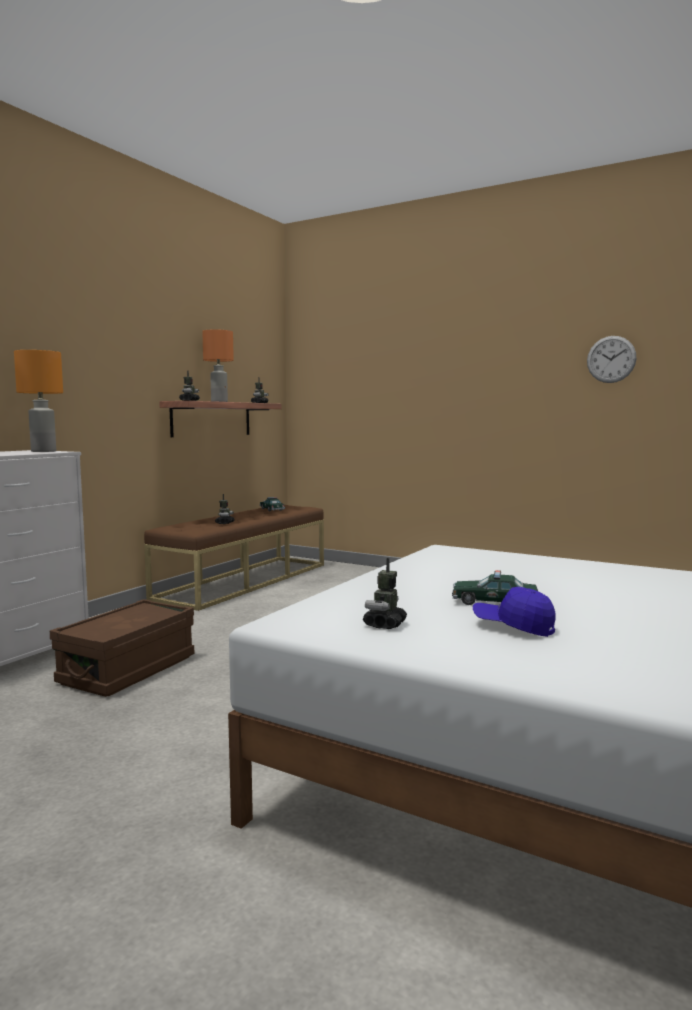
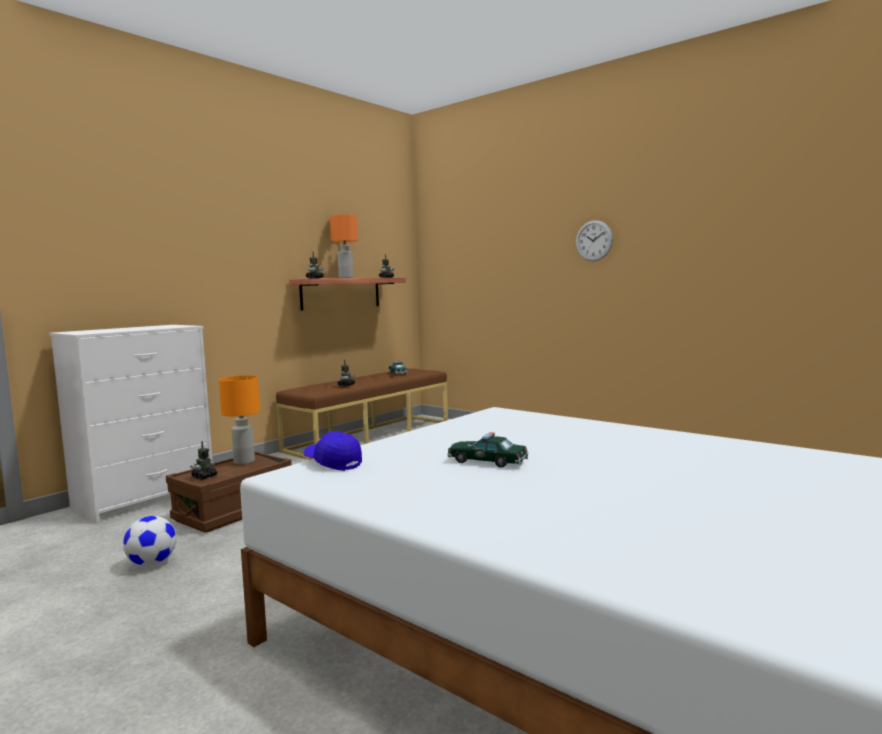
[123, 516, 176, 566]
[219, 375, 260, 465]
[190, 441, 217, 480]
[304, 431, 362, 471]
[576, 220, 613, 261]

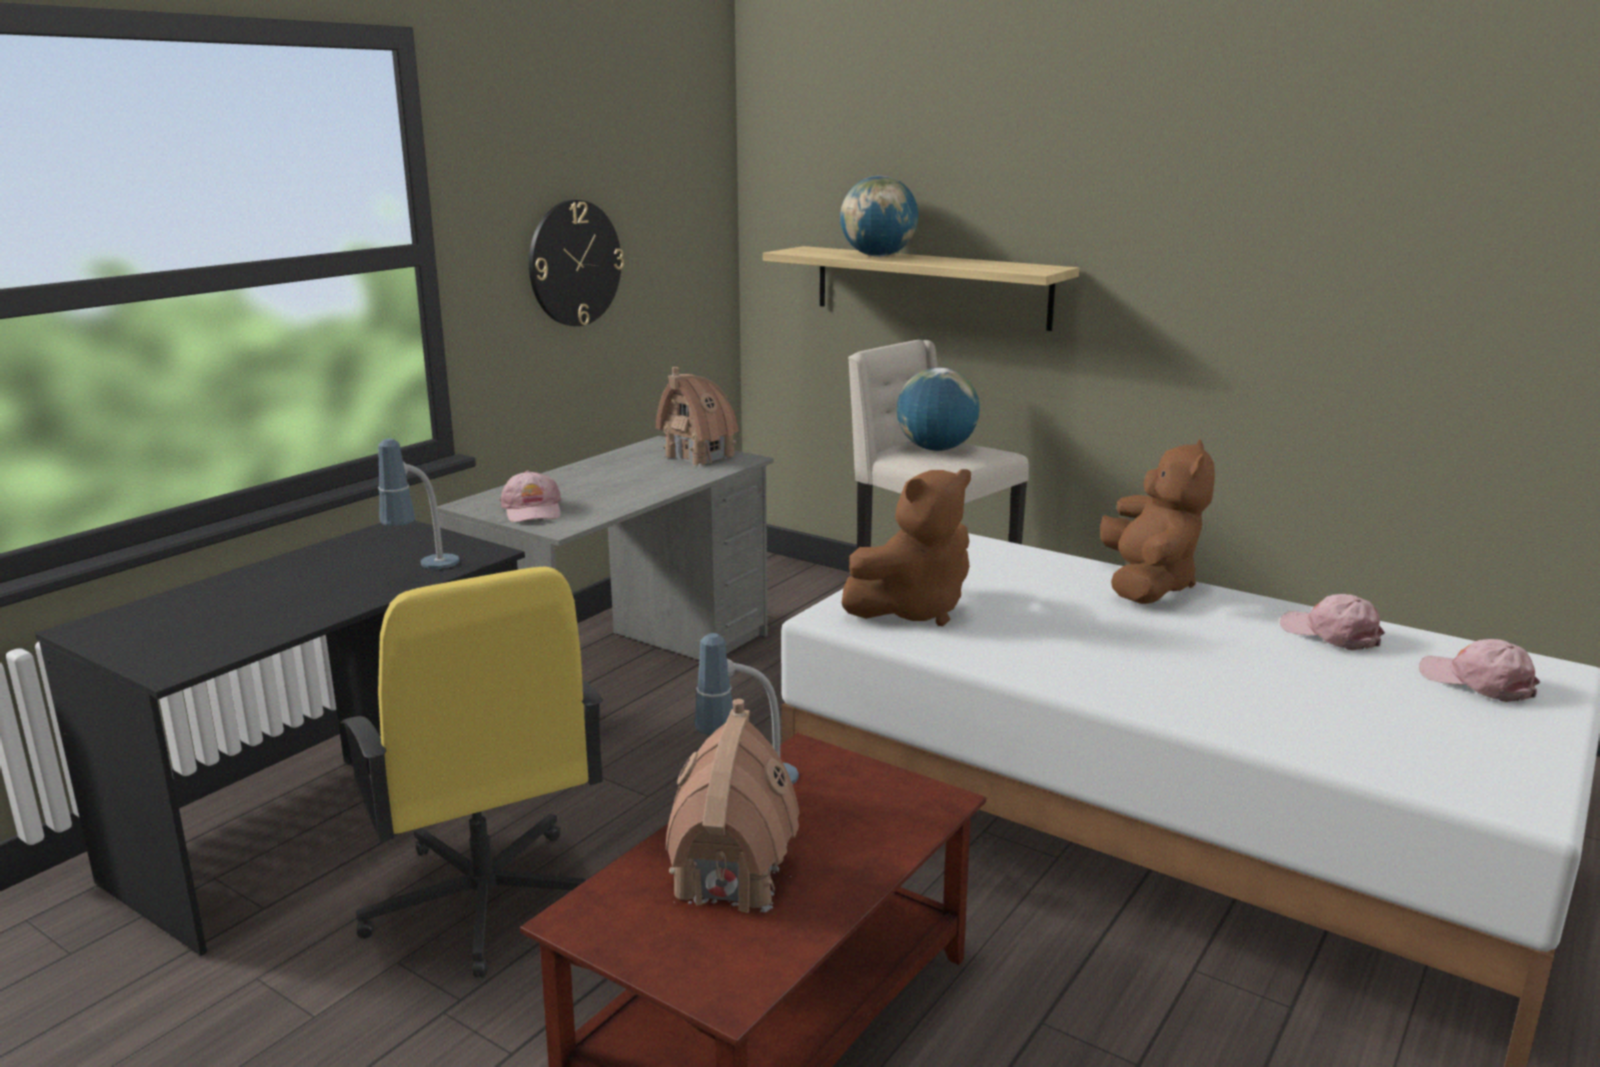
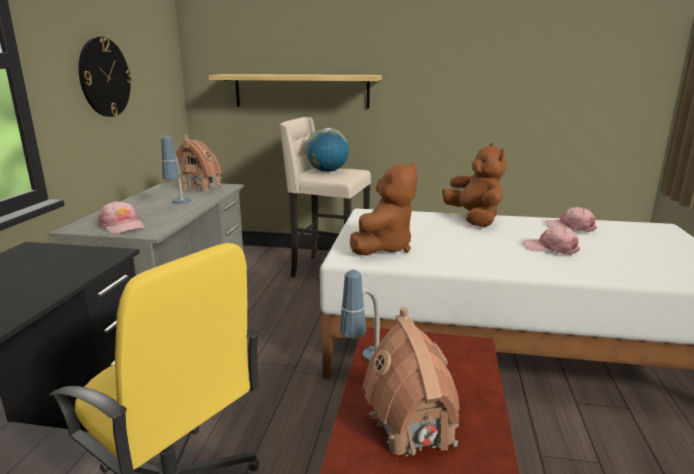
[840, 176, 918, 257] (first image)
[161, 135, 191, 204]
[523, 226, 580, 255]

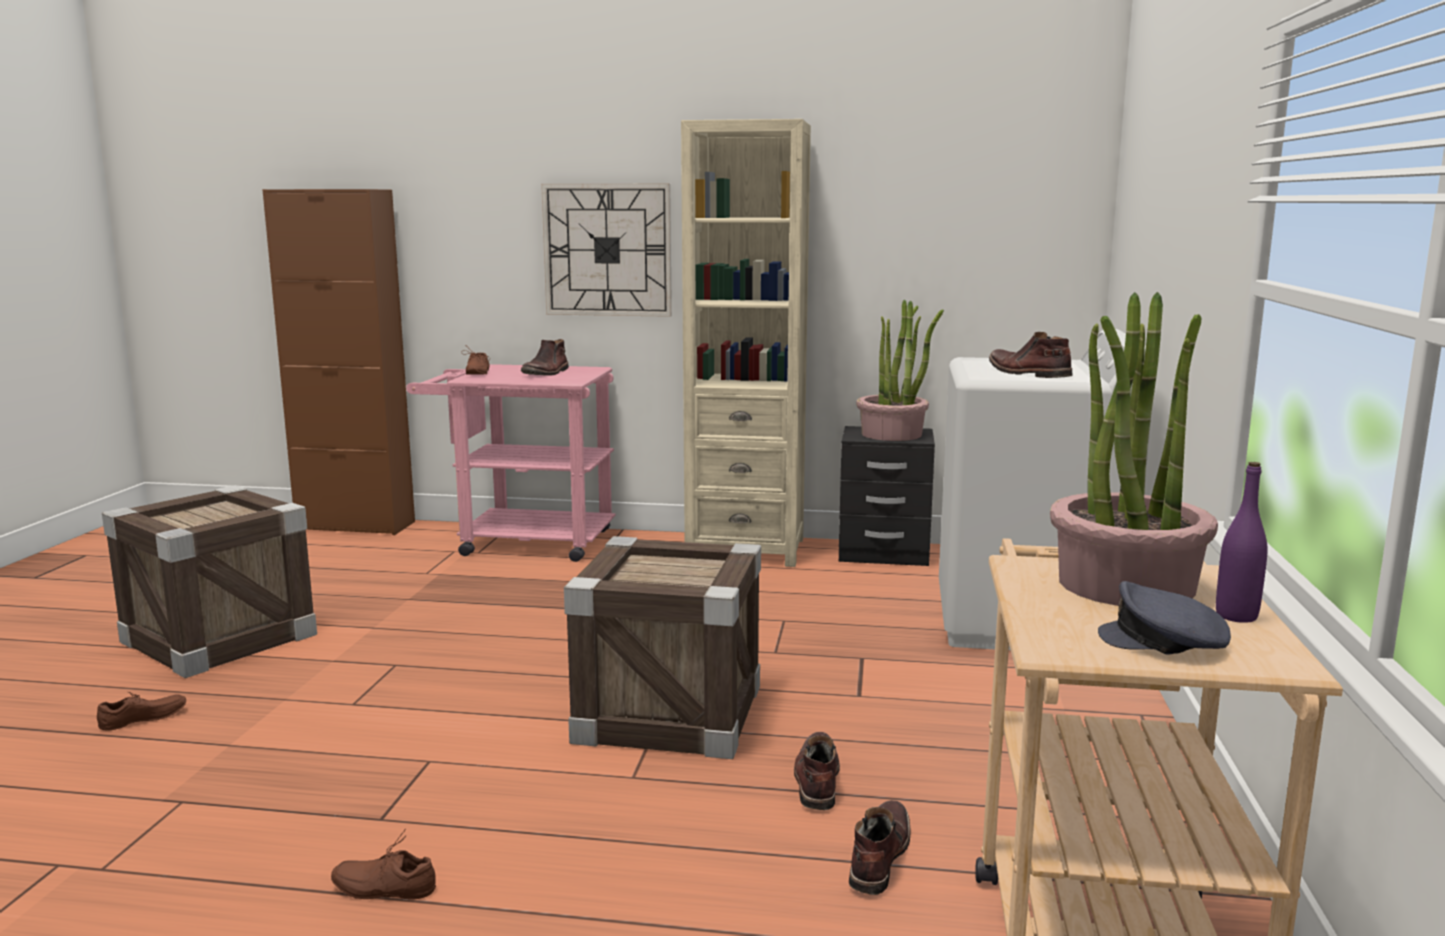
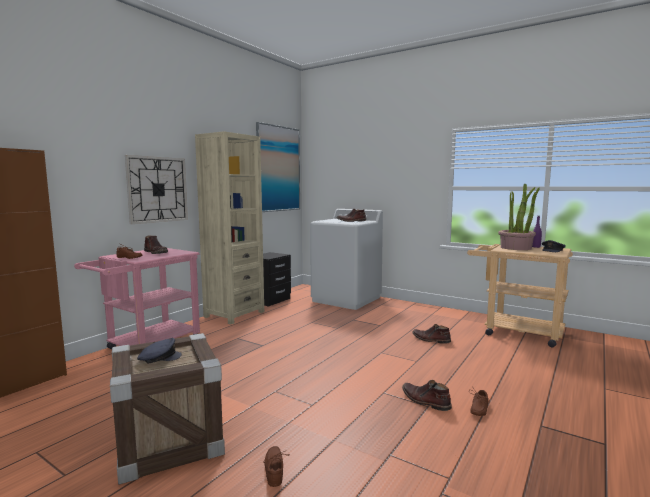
[564, 536, 761, 759] (first image)
[856, 300, 944, 441] (first image)
[137, 338, 182, 363]
[256, 122, 300, 212]
[402, 380, 452, 411]

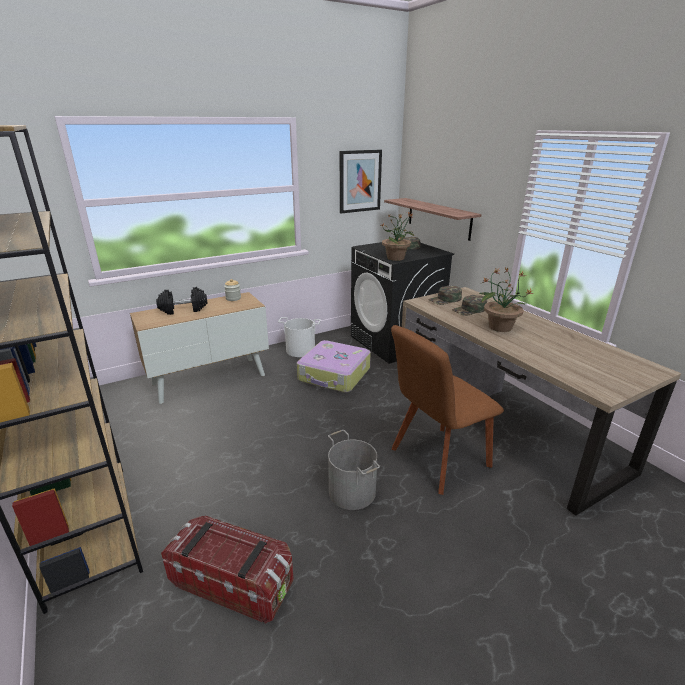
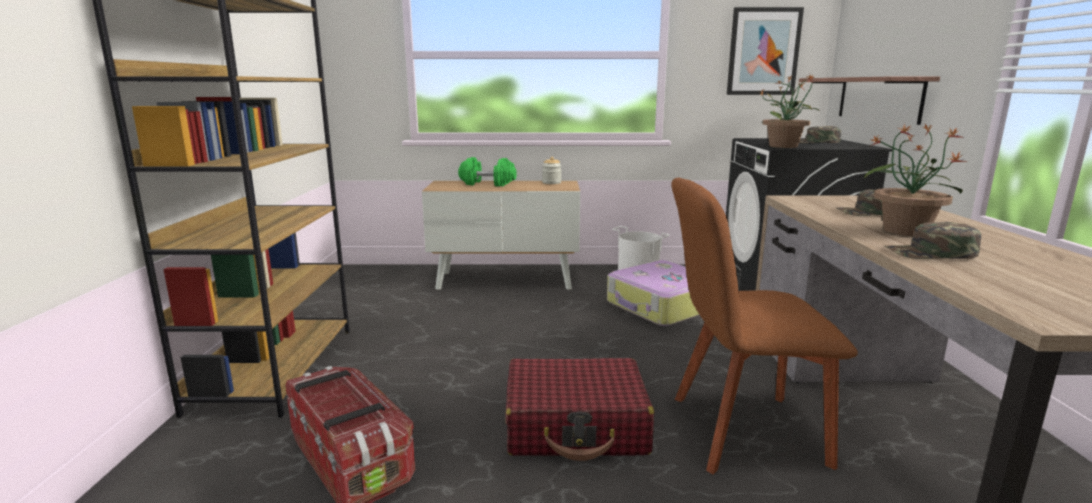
[884, 222, 981, 259]
[505, 358, 654, 461]
[458, 157, 517, 186]

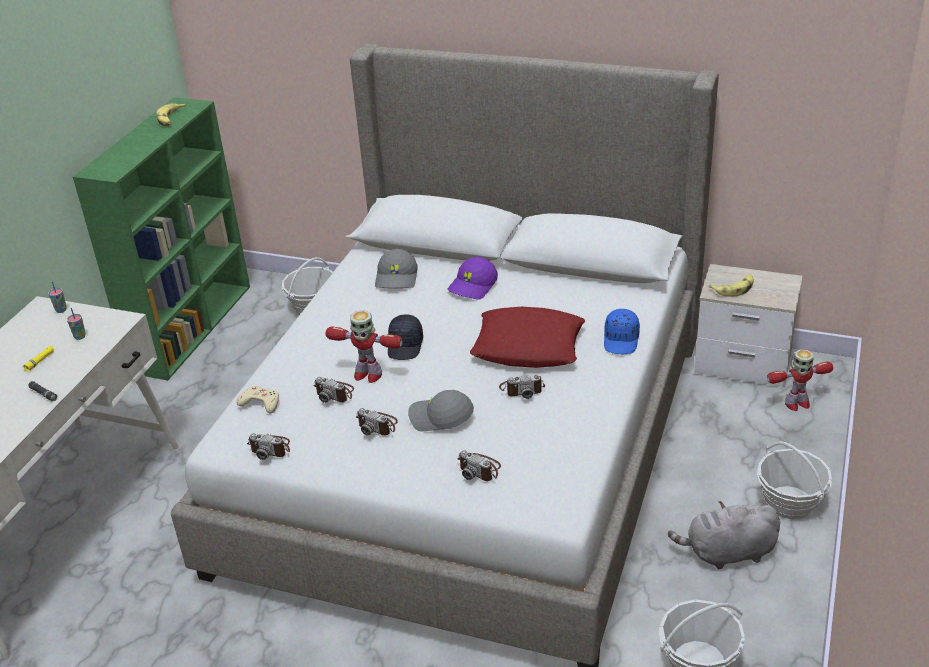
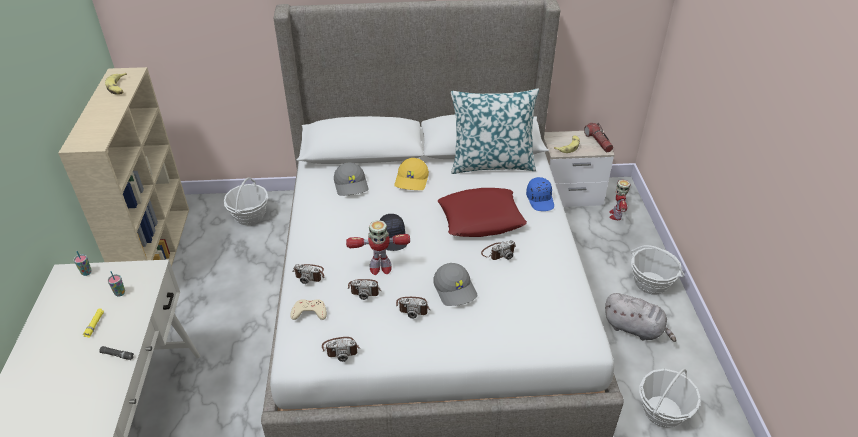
[451, 88, 539, 174]
[584, 123, 613, 153]
[293, 264, 324, 284]
[58, 67, 189, 267]
[394, 158, 429, 190]
[433, 263, 478, 306]
[605, 293, 676, 342]
[609, 180, 630, 220]

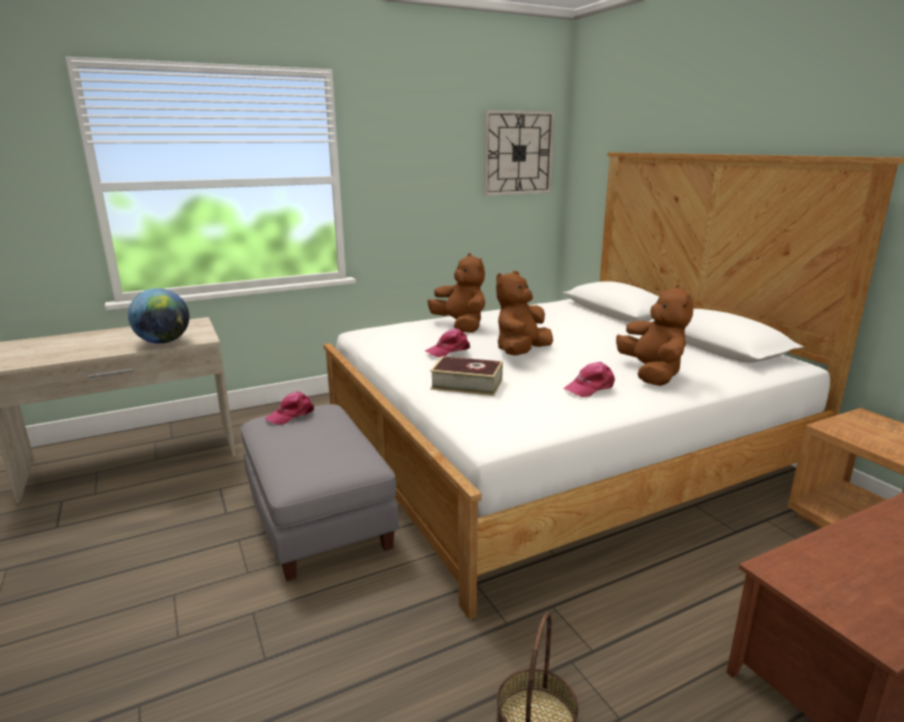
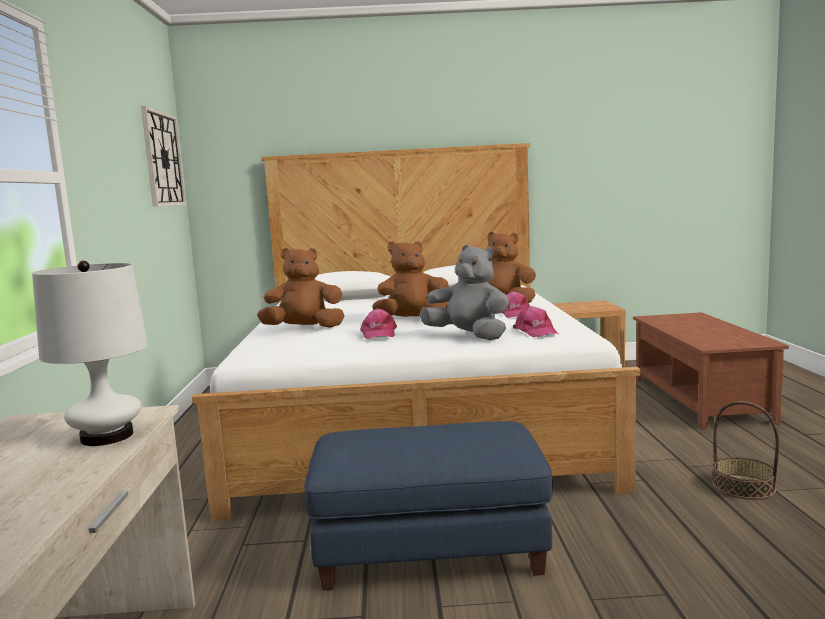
[513, 306, 558, 337]
[32, 261, 148, 446]
[419, 245, 509, 340]
[304, 421, 553, 590]
[372, 241, 449, 317]

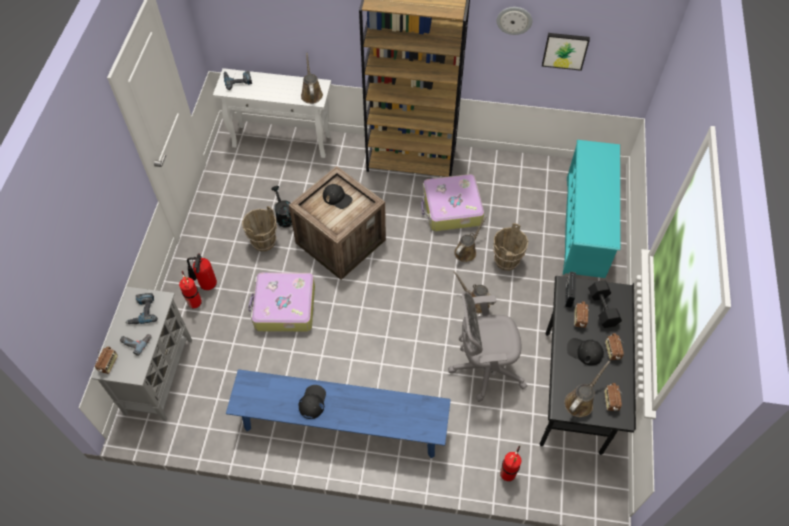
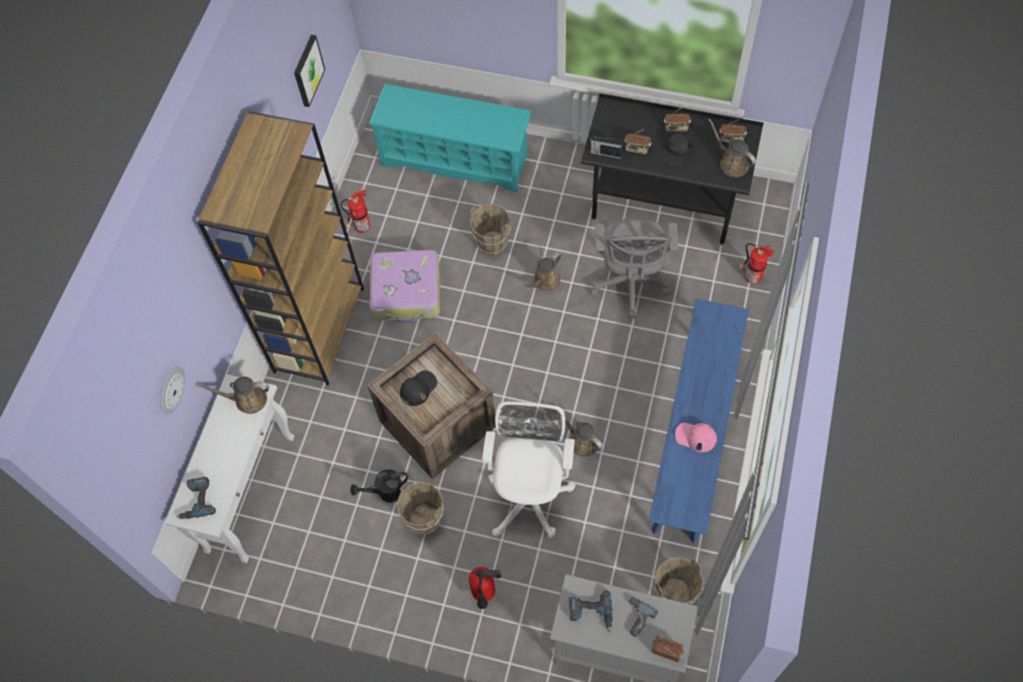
[588, 281, 622, 328] (first image)
[655, 557, 704, 605]
[340, 189, 370, 233]
[554, 402, 603, 457]
[161, 366, 185, 415]
[482, 401, 575, 538]
[675, 423, 717, 452]

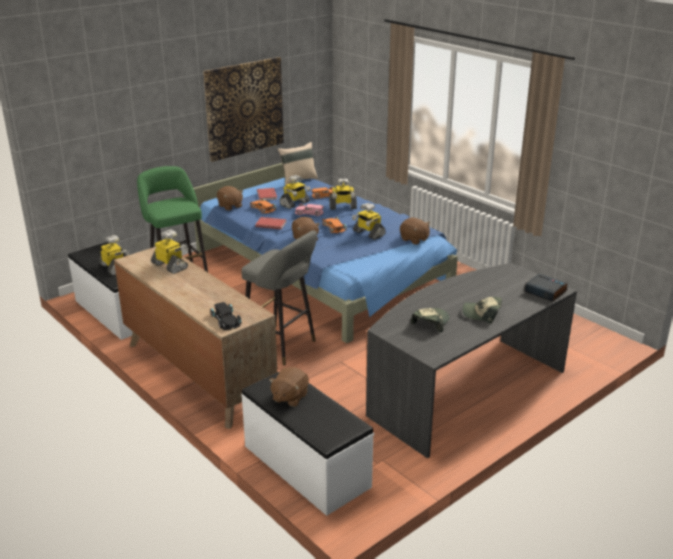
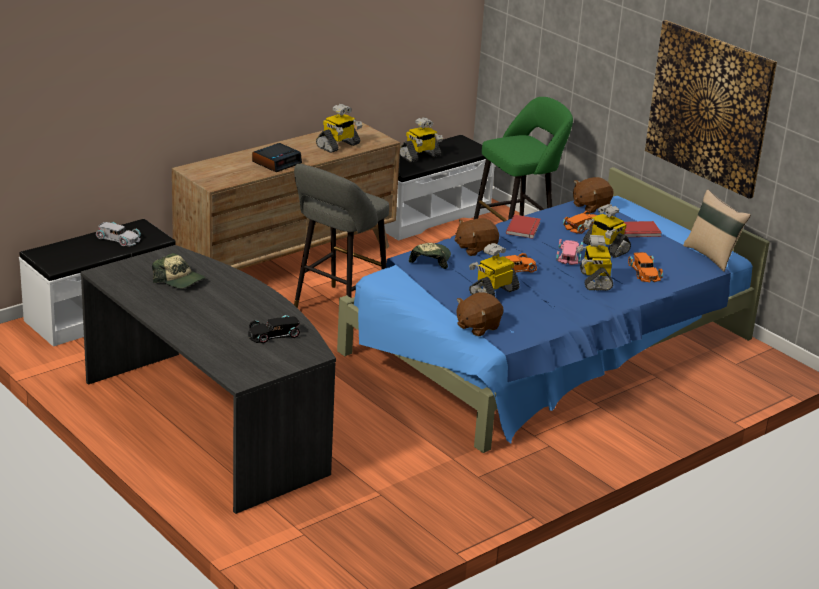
[248, 315, 300, 343]
[409, 243, 451, 269]
[252, 143, 302, 172]
[96, 222, 141, 247]

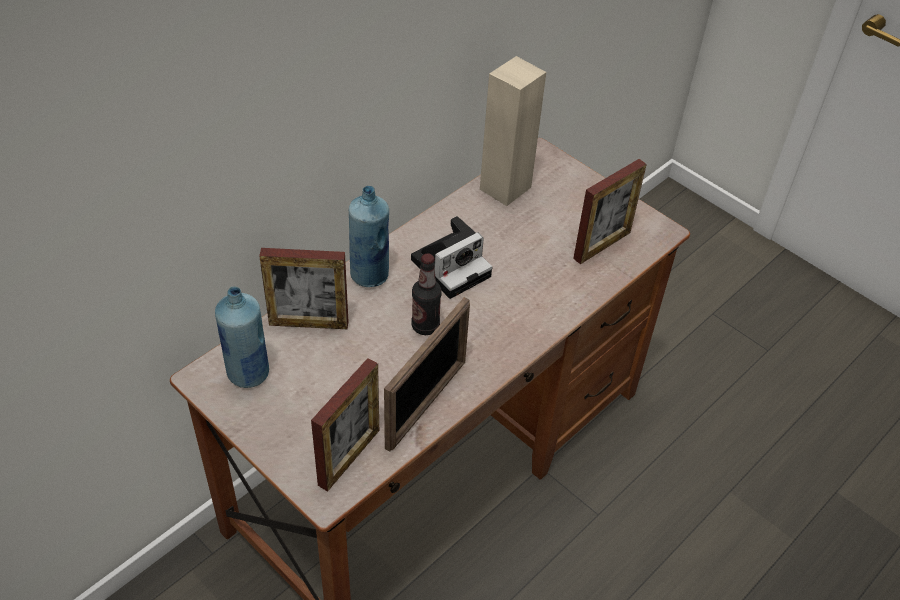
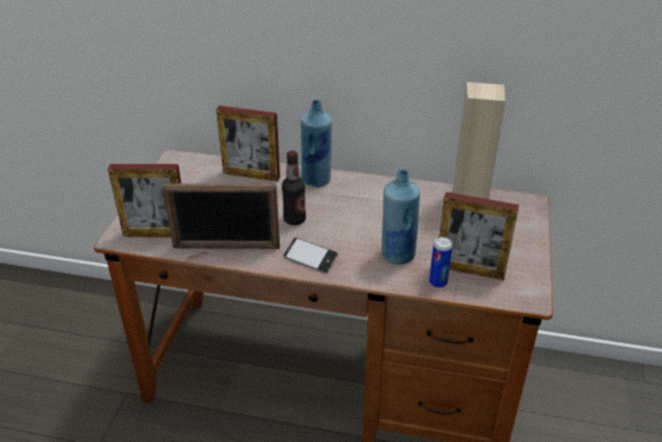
[411, 216, 492, 299] (first image)
[283, 237, 338, 273]
[429, 237, 453, 288]
[382, 169, 420, 264]
[216, 106, 280, 182]

